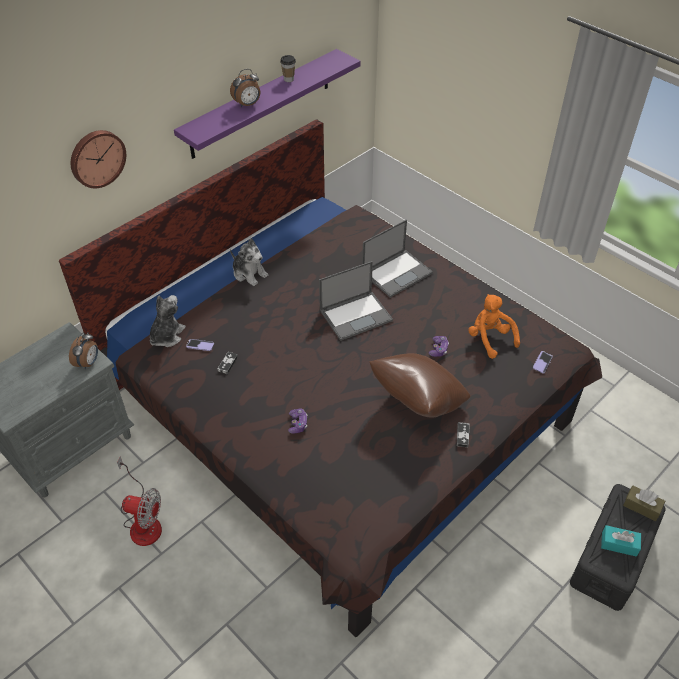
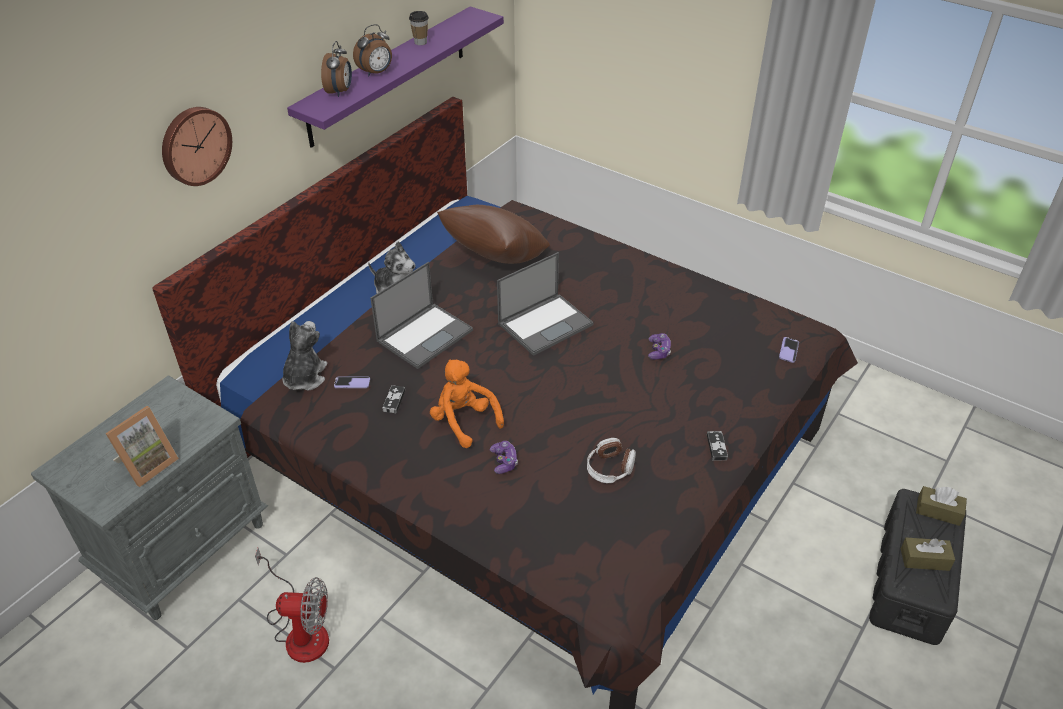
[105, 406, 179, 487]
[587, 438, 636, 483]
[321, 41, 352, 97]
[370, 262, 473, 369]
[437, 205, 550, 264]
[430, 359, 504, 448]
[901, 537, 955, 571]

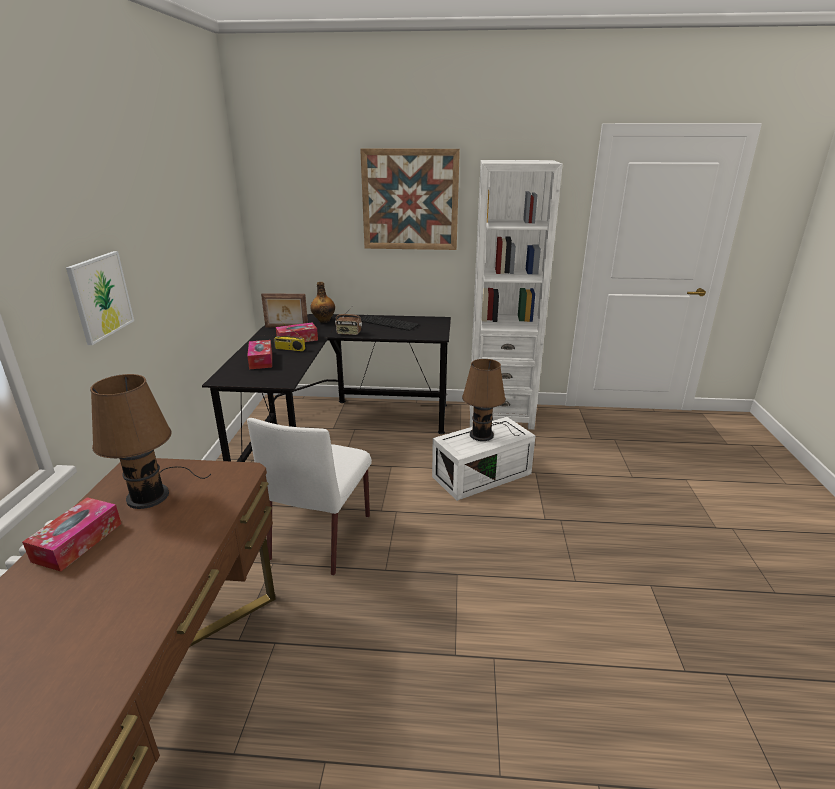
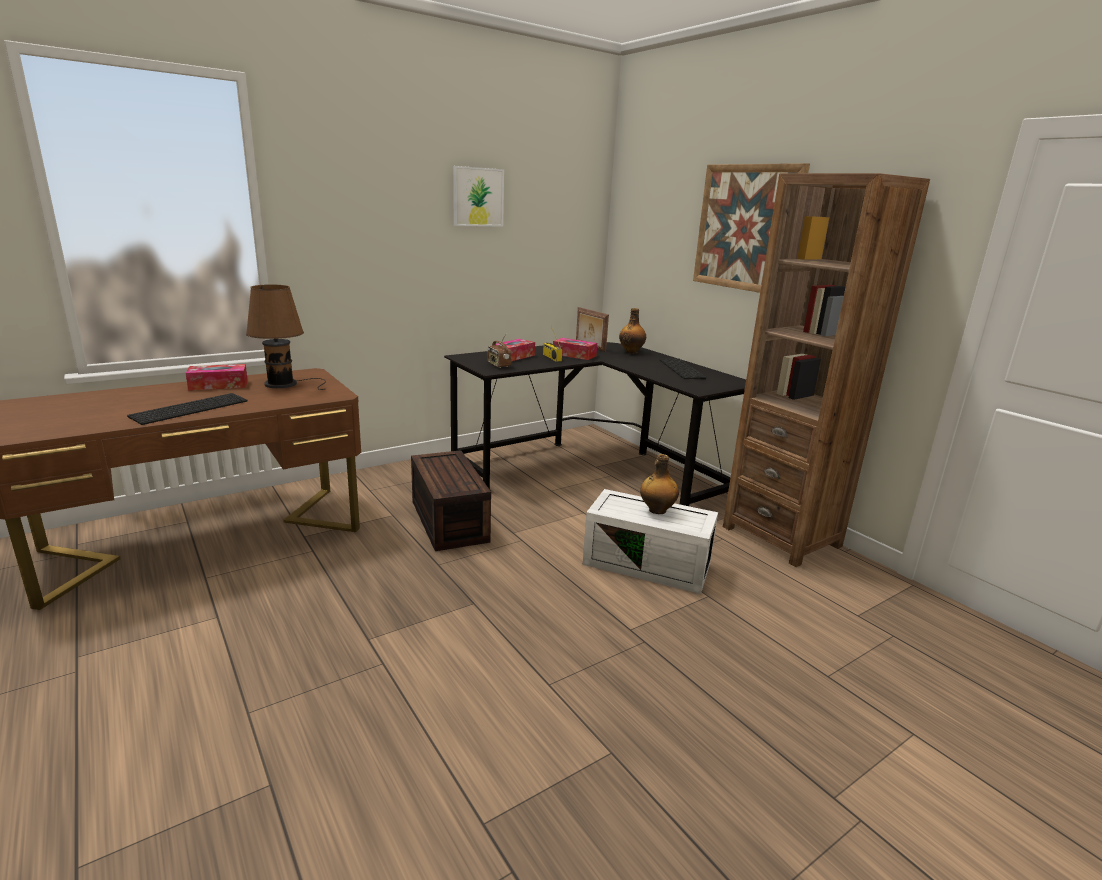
[127, 393, 248, 425]
[453, 166, 504, 227]
[488, 334, 511, 368]
[411, 450, 491, 551]
[640, 454, 679, 514]
[723, 173, 930, 567]

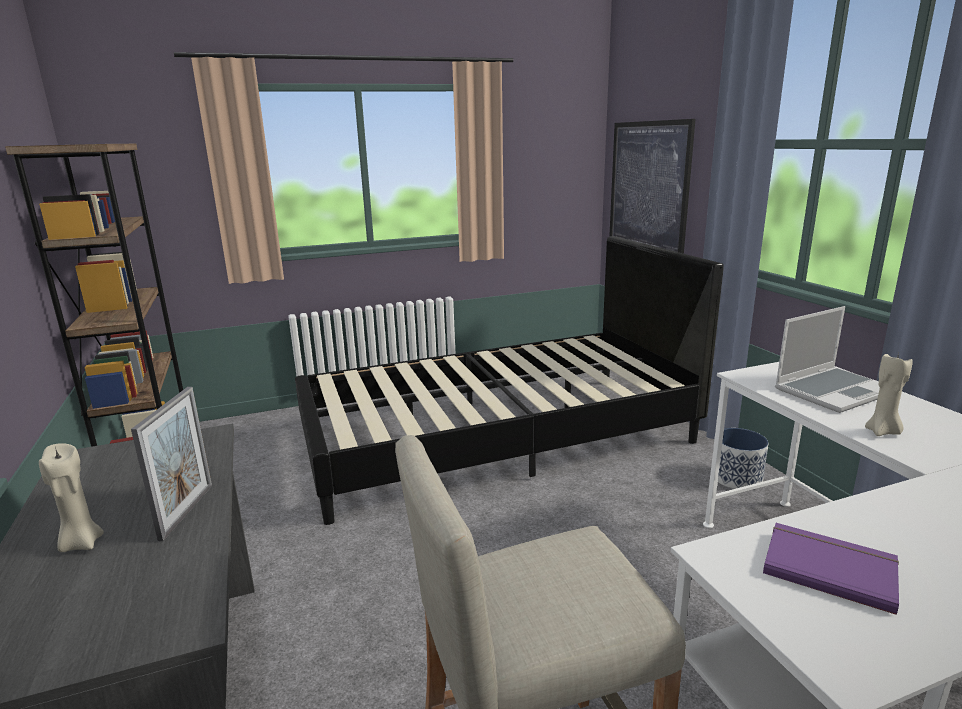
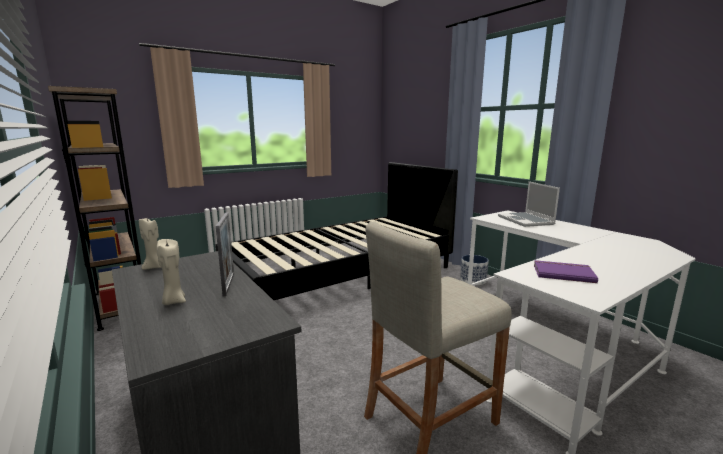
[609, 119, 696, 254] (first image)
[139, 217, 162, 270]
[498, 181, 560, 227]

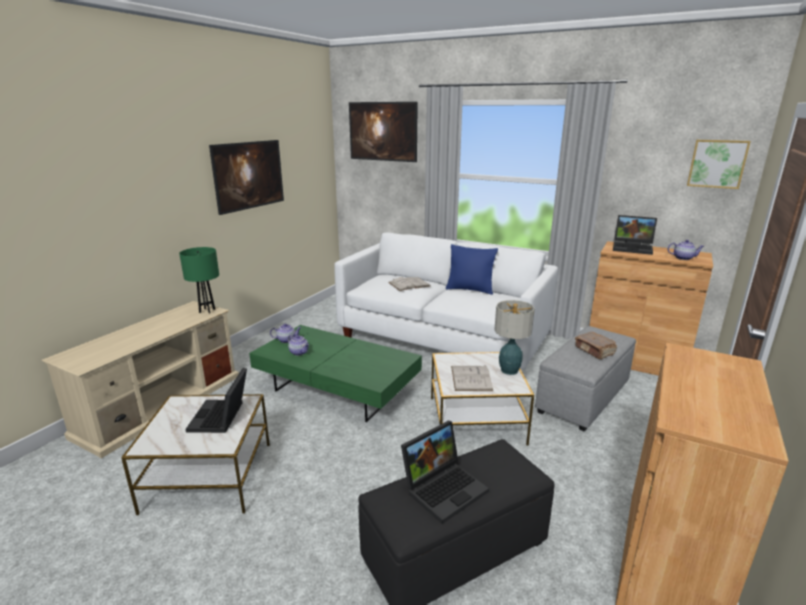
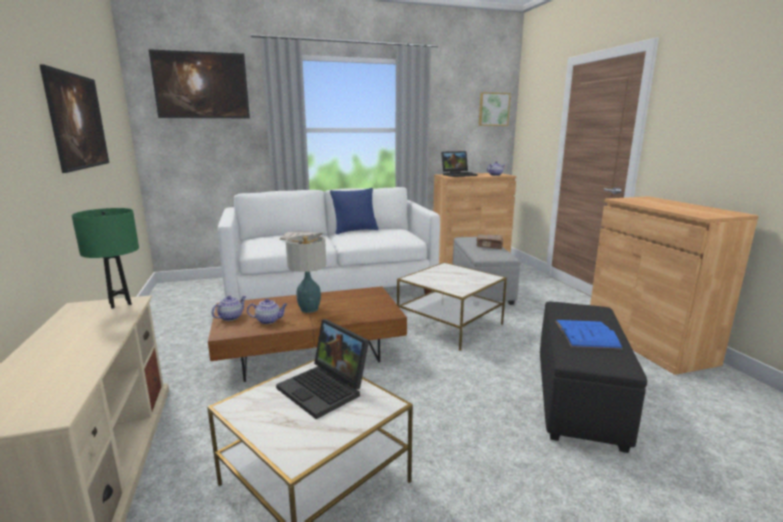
[451, 365, 493, 391] (first image)
[286, 235, 326, 313]
[555, 320, 623, 349]
[208, 286, 407, 382]

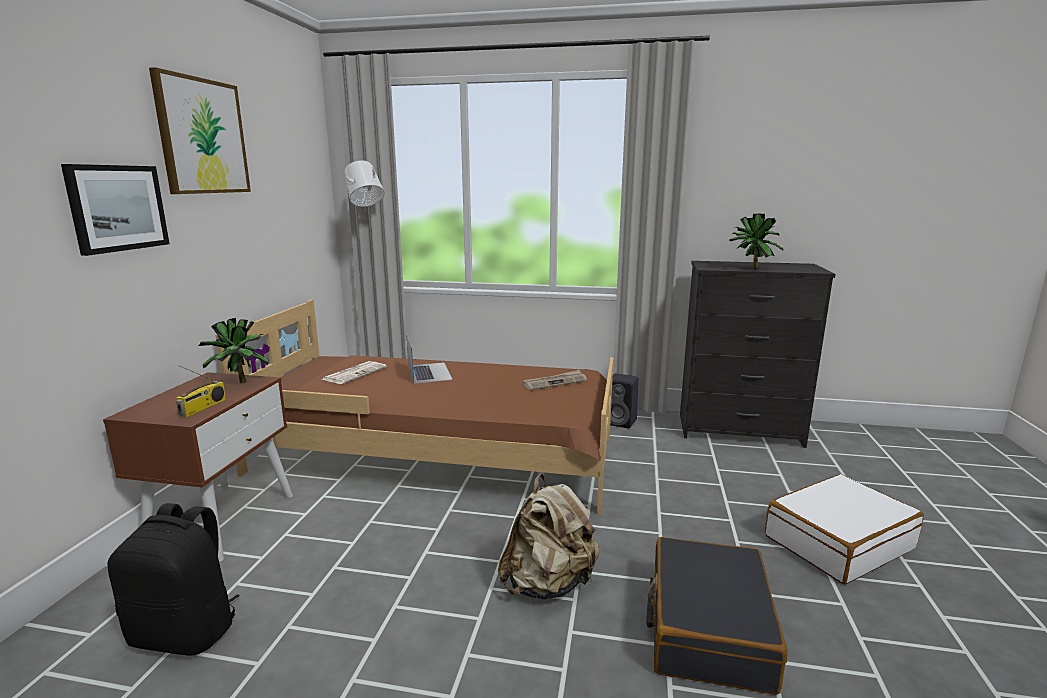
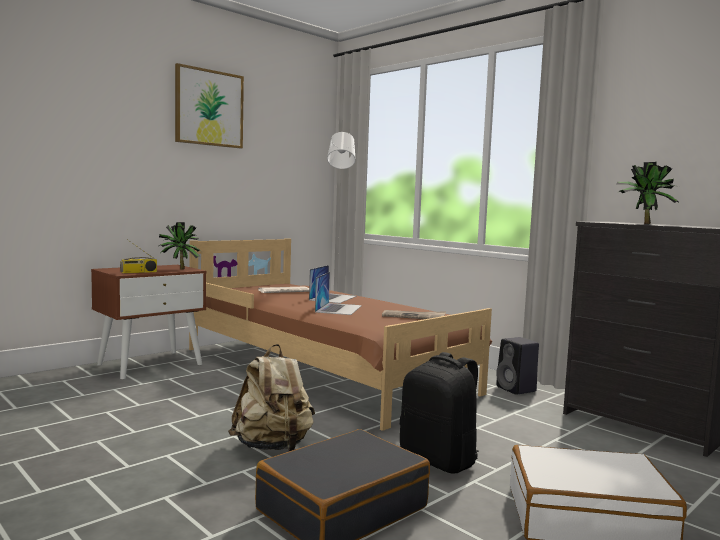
[61, 164, 170, 256] (first image)
[315, 272, 362, 315]
[400, 352, 479, 474]

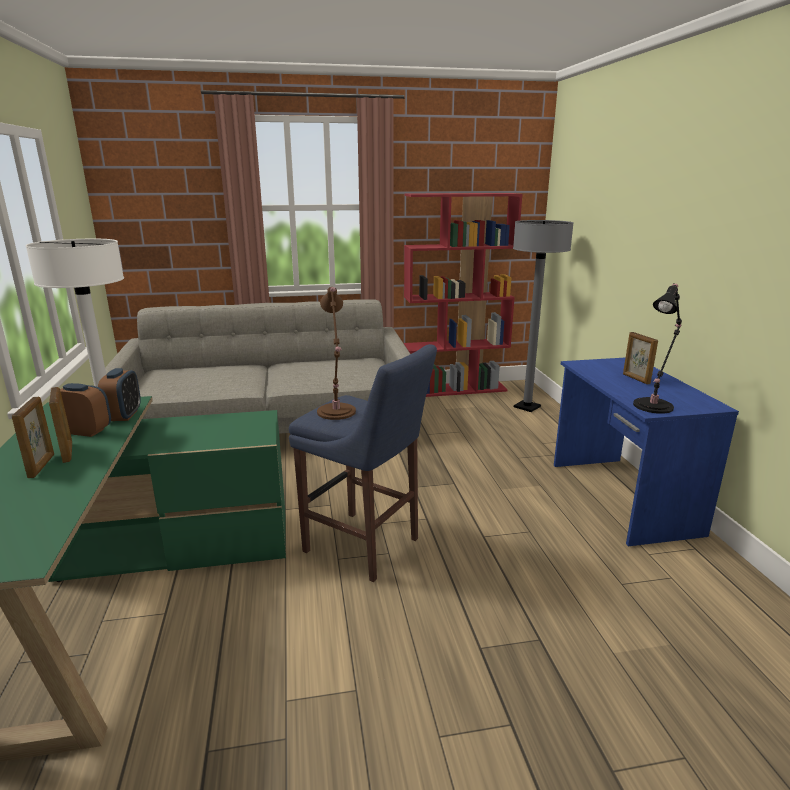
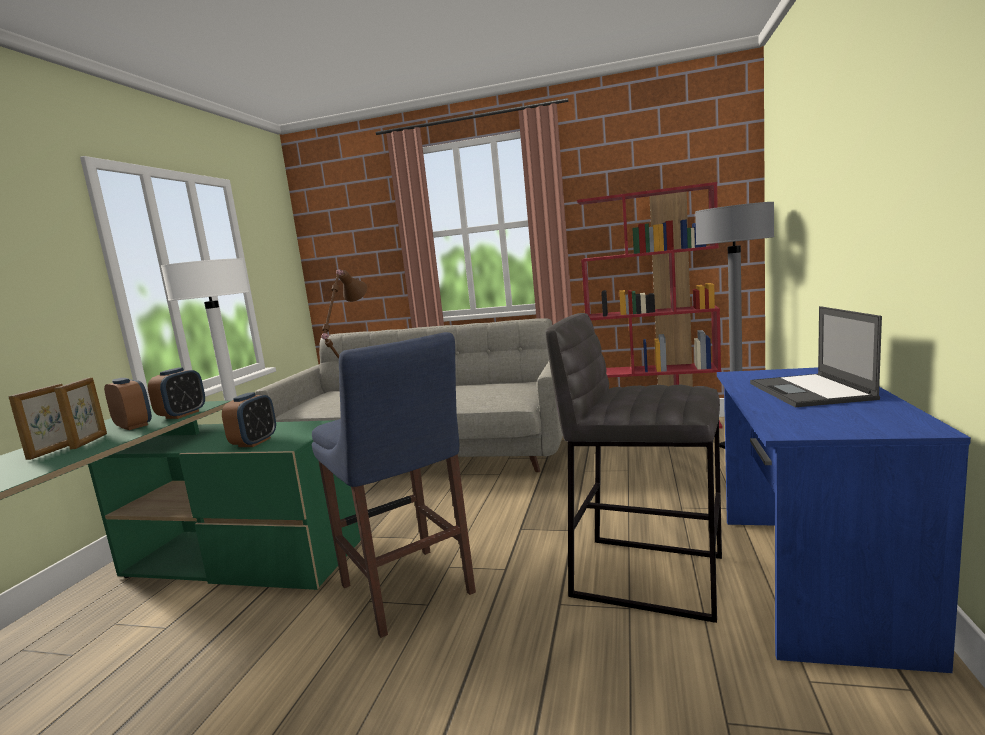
[633, 283, 682, 414] (first image)
[222, 392, 276, 447]
[546, 313, 722, 623]
[750, 306, 882, 407]

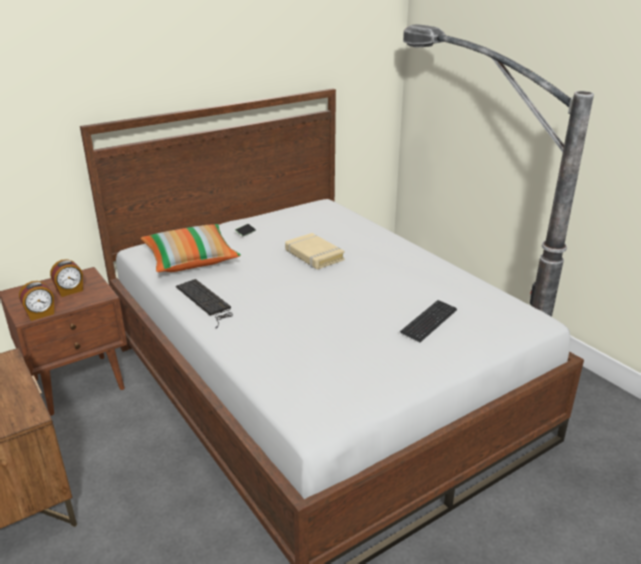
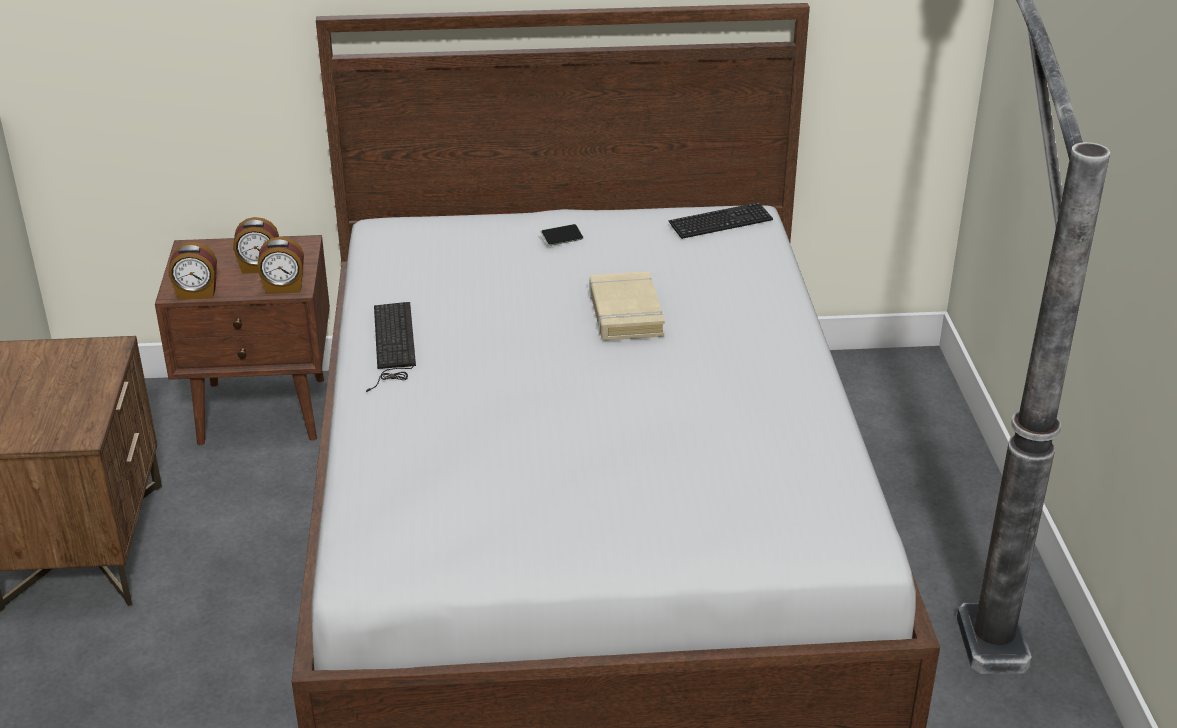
[141, 224, 241, 272] (first image)
[257, 237, 304, 294]
[669, 202, 773, 239]

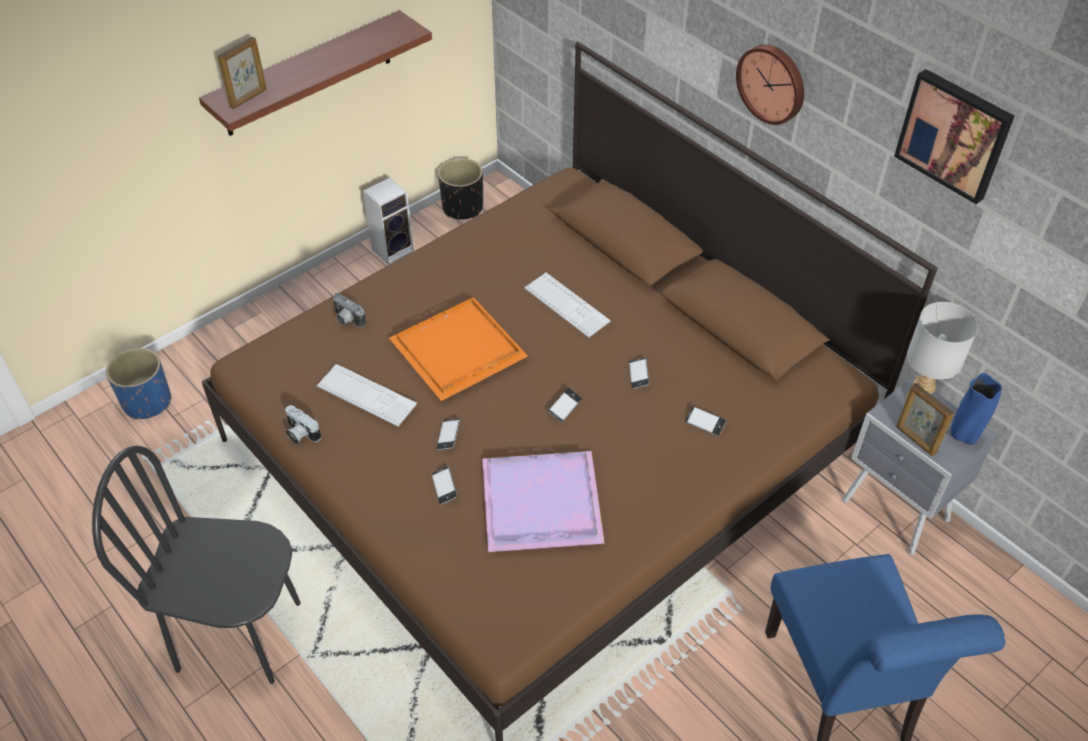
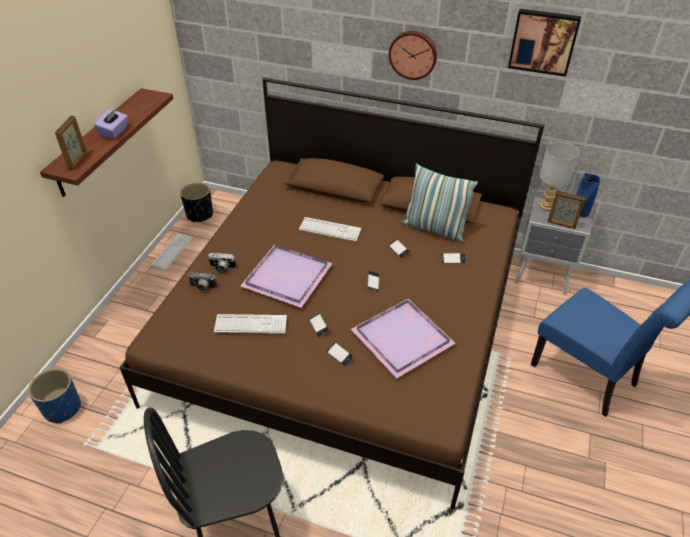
[94, 108, 128, 139]
[402, 163, 478, 242]
[208, 253, 236, 273]
[151, 233, 193, 271]
[240, 245, 333, 308]

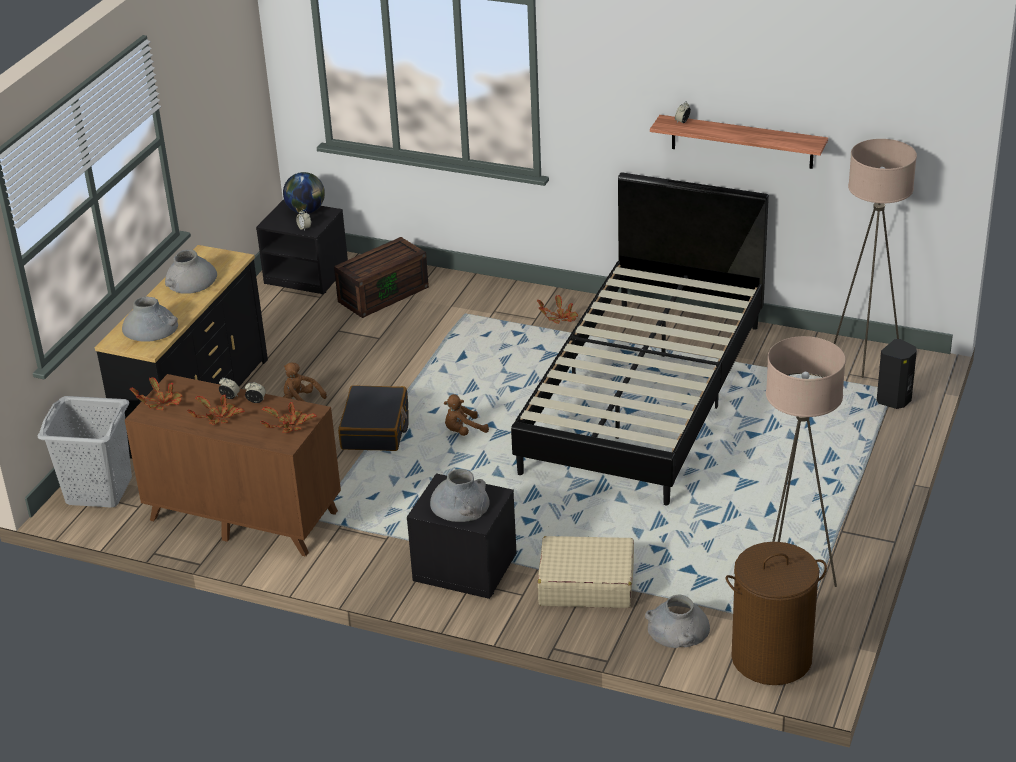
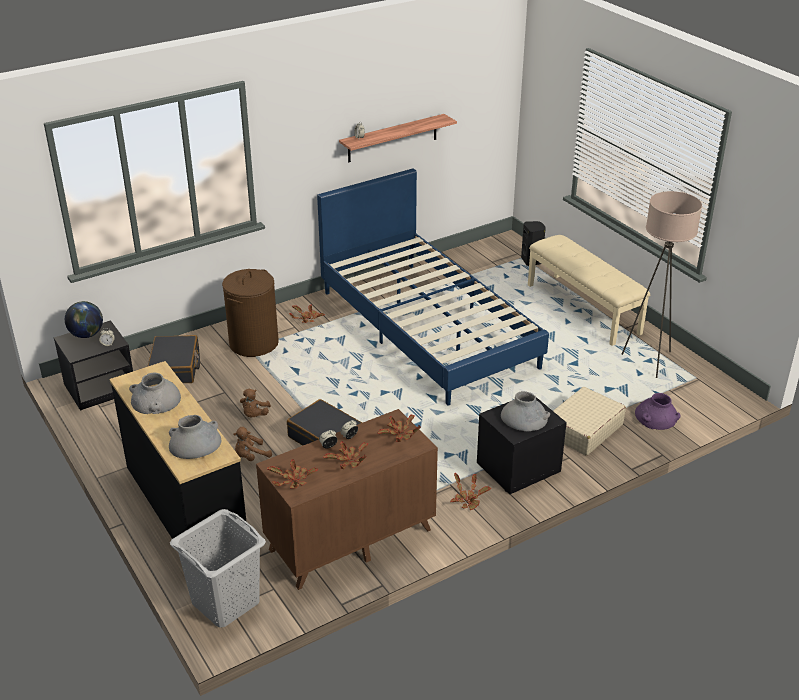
[834, 139, 917, 378] (first image)
[450, 473, 491, 510]
[528, 235, 650, 346]
[240, 389, 271, 417]
[222, 269, 279, 357]
[147, 335, 200, 383]
[317, 169, 549, 406]
[635, 393, 681, 430]

